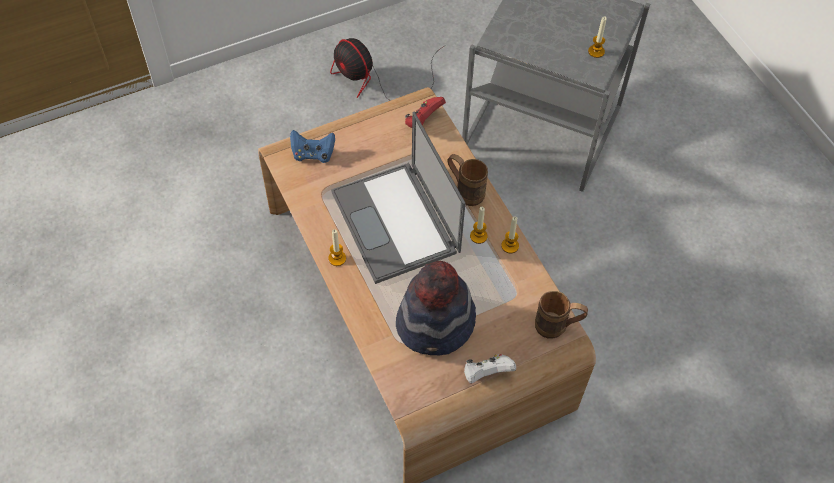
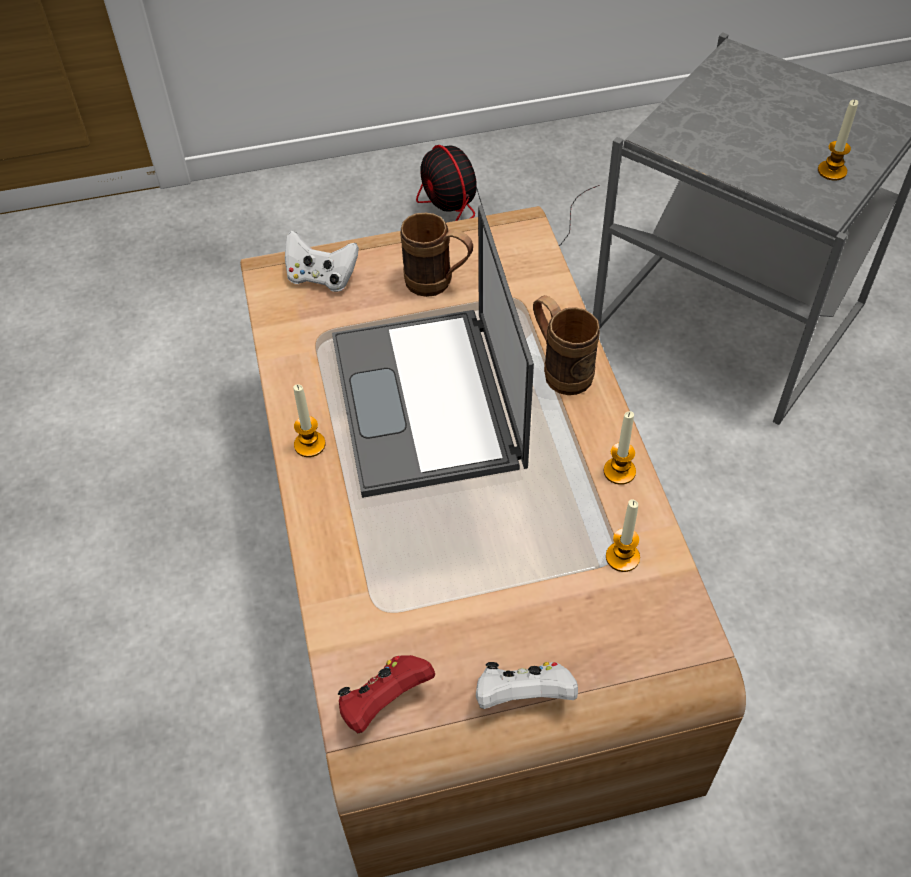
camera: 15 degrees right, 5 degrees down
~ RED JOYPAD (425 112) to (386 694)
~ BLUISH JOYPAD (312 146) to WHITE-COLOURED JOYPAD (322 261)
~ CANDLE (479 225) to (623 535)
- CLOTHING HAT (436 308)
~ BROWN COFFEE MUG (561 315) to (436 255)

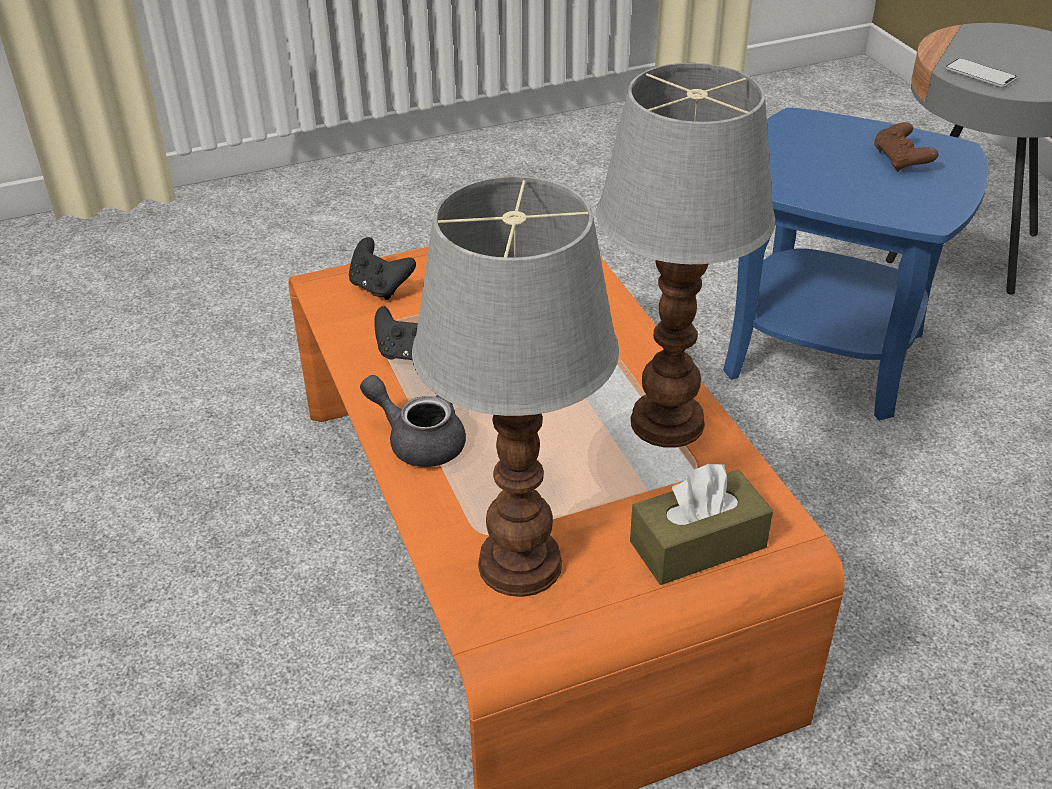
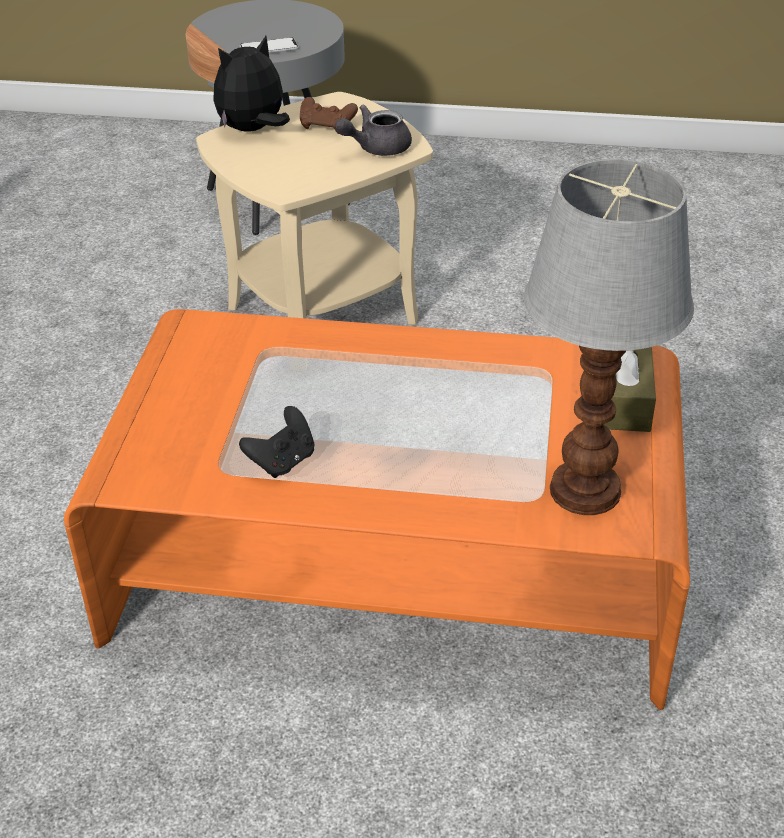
camera: 60 degrees left, 0 degrees up
- LAMP FOR A TABLE (686 255)
~ BLUISH ACCENT TABLE (856 264) to SAND-COLOURED ACCENT TABLE (314 208)
- BLACK-COLOURED JOYPAD (382 268)
~ GRAY TEA POT (413 421) to (373 130)
+ SOFT TOY (251 84)

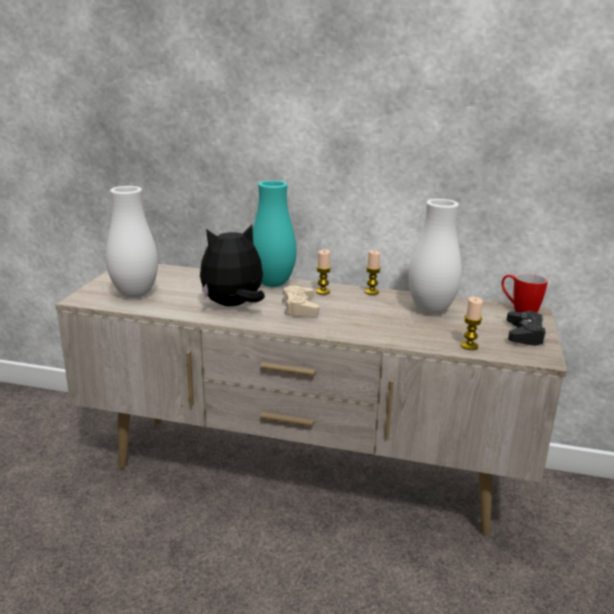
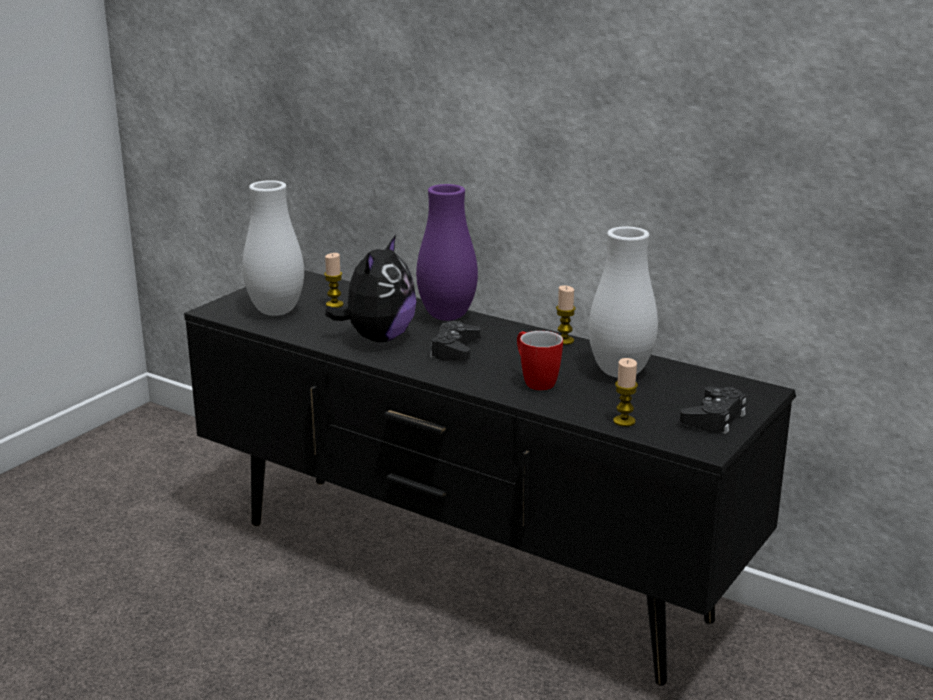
camera: 20 degrees right, 0 degrees up
~ TURQUOISE-COLOURED FLOWER VASE (275 233) to PURPLE-COLOURED FLOWER VASE (447 252)
~ SOFT TOY (232 265) = (371 288) 120 degrees clockwise
~ CANDLE (323 272) to (334 280)
~ SAND-COLOURED MEDIA CONSOLE (311 400) to BLACK-COLOURED MEDIA CONSOLE (490 478)
~ COFFEE MUG (525 292) to (540 360)
~ SAND-COLOURED JOYPAD (300 301) to BLACK-COLOURED JOYPAD (455 341)

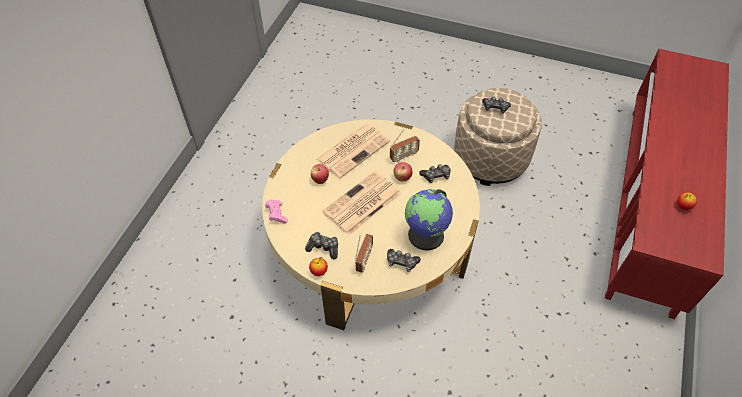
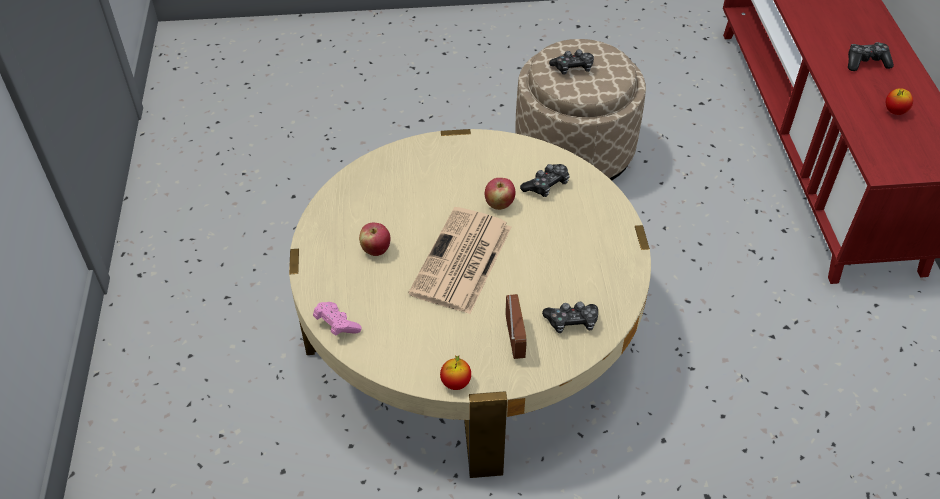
camera: 25 degrees left, 5 degrees down
- PRINTED PAPER (353 151)
- RADIO (405 145)
- DESK GLOBE (429 219)
~ JOYPAD (321 245) to (871 56)

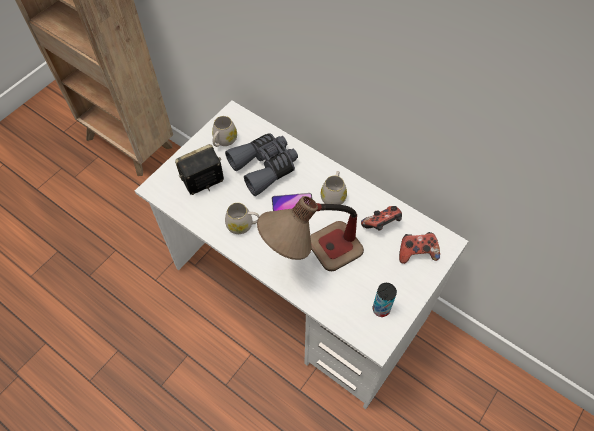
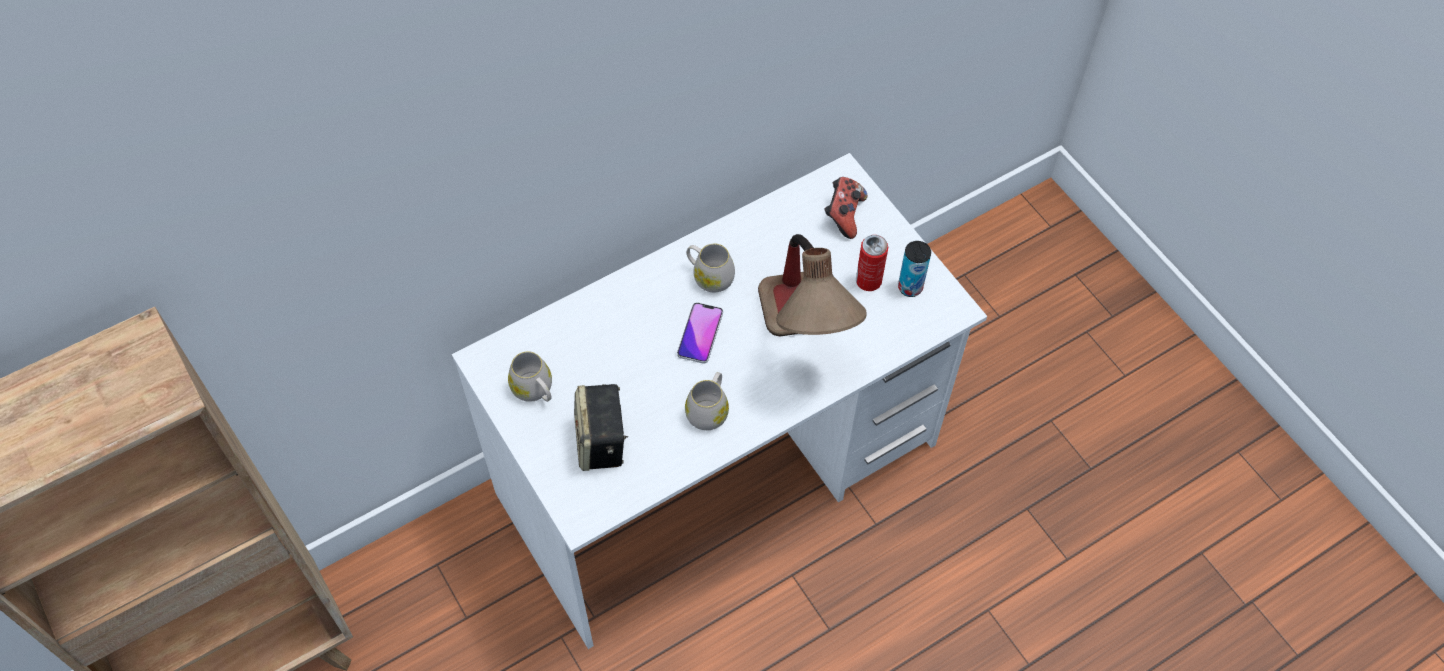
camera: 70 degrees left, 0 degrees up
- GRAY BINOCULARS (261 165)
- JOYPAD (381 218)
+ SEALED CAN (872 263)

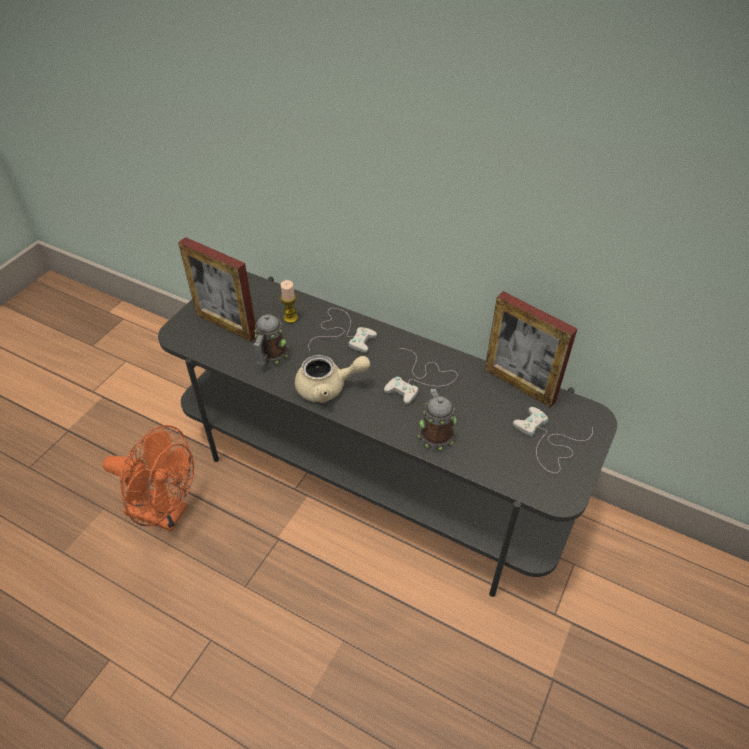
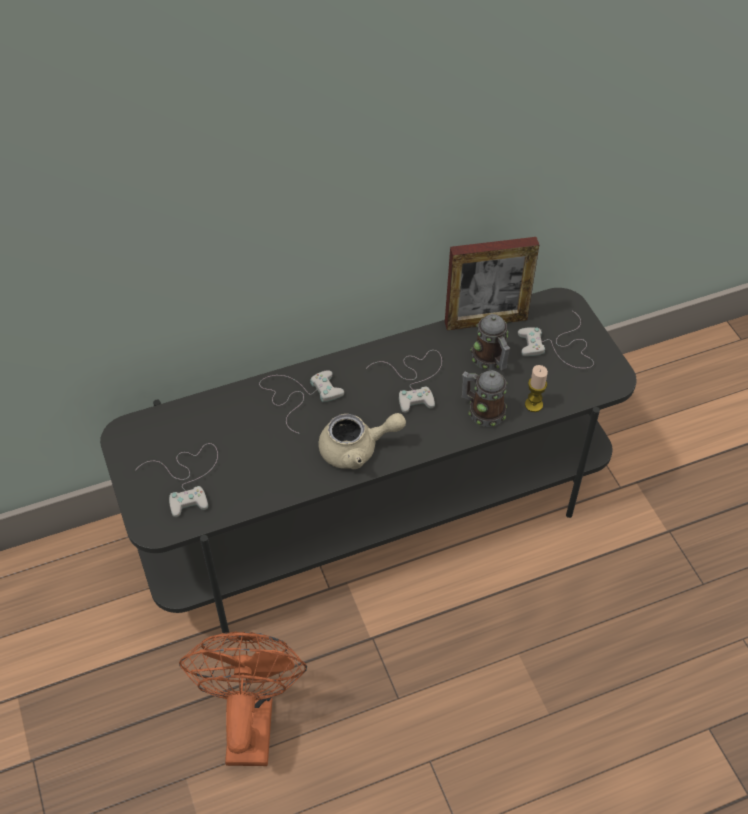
camera: 50 degrees left, 5 degrees up
~ STANDING FRAME (217 289) to WHITE-COLOURED JOYPAD (177 480)
~ CANDLE (289 301) to (536 388)
~ COFFEE MUG (271 340) to (490 342)
~ SAND-COLOURED TEA POT (332 379) = (362 441) 45 degrees clockwise
~ ORANGE COOLING FAN (148 478) = (243 699) 60 degrees counterclockwise

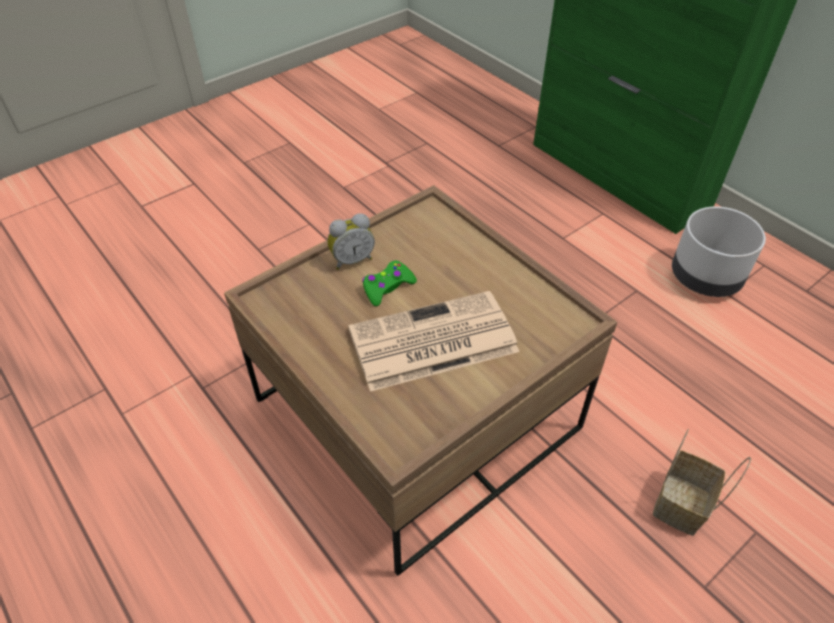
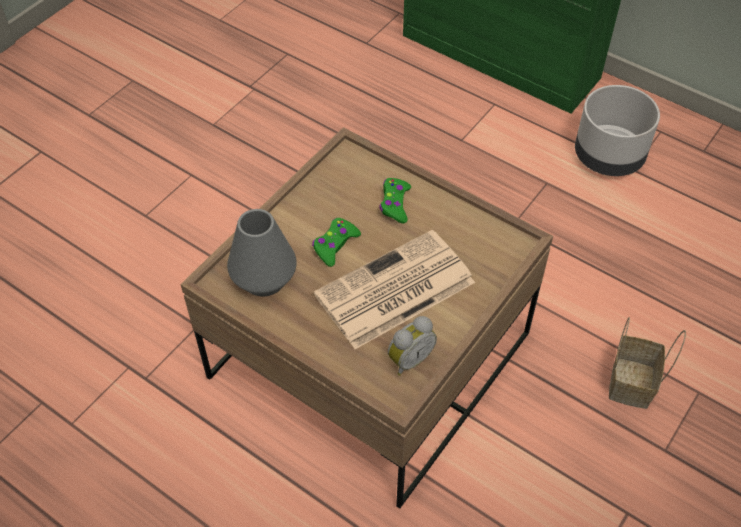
camera: 15 degrees left, 5 degrees up
~ BEDSIDE CLOCK (351 241) to (412 346)
+ GREEN JOYPAD (395 200)
+ GRAY FLOWER VASE (262 253)

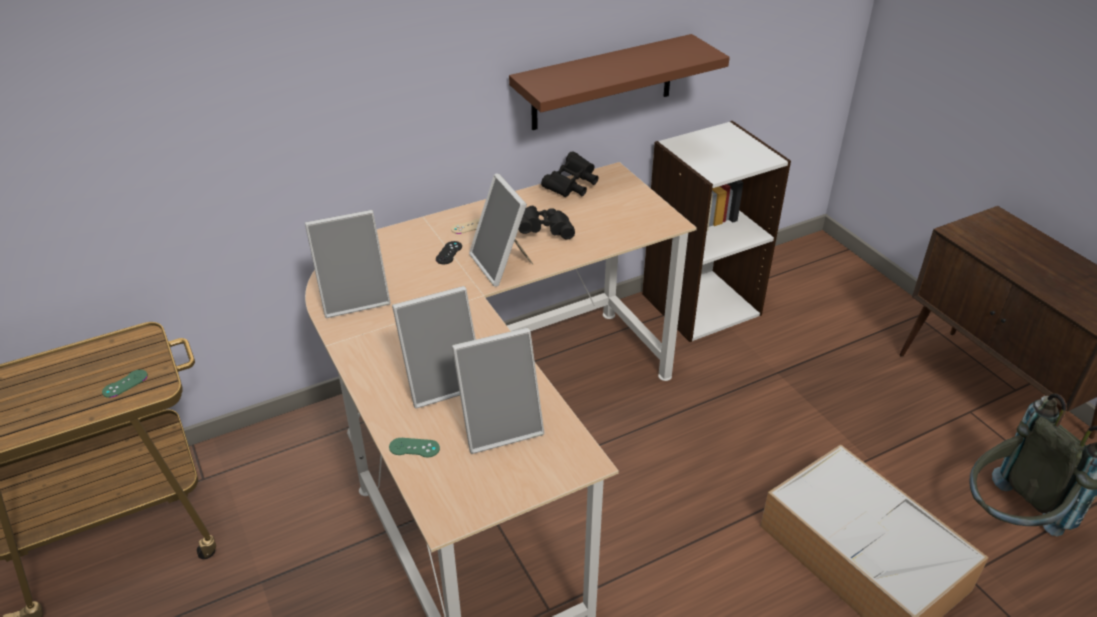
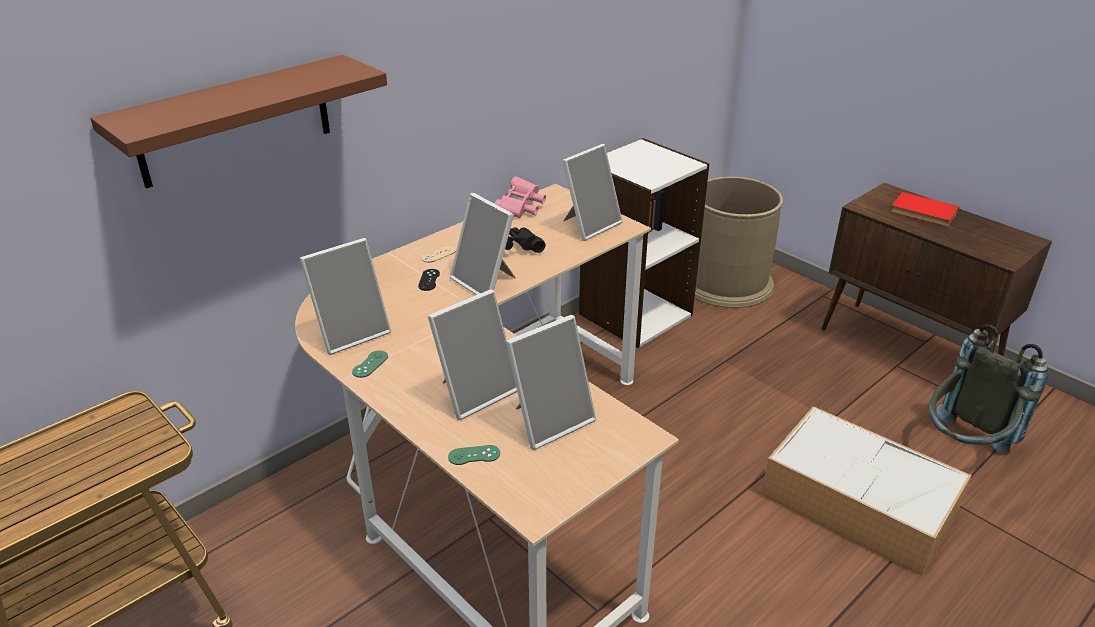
camera: 15 degrees left, 5 degrees down
~ BROWN BRACKET SHELF (619 82) to (238 121)
~ BLACK-COLOURED BINOCULARS (570 174) to PINKISH BINOCULARS (520 197)
~ GREEN JOYPAD (125 384) to (370 364)
+ STANDING FRAME (592 192)
+ BROWN TRASH CAN (739 242)
+ RED BOOK (925 209)

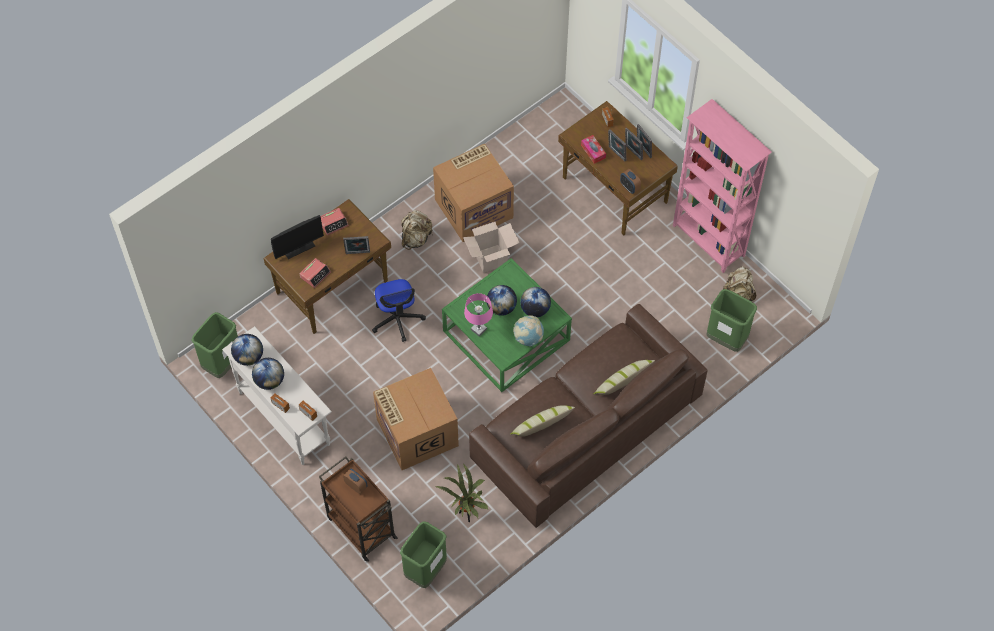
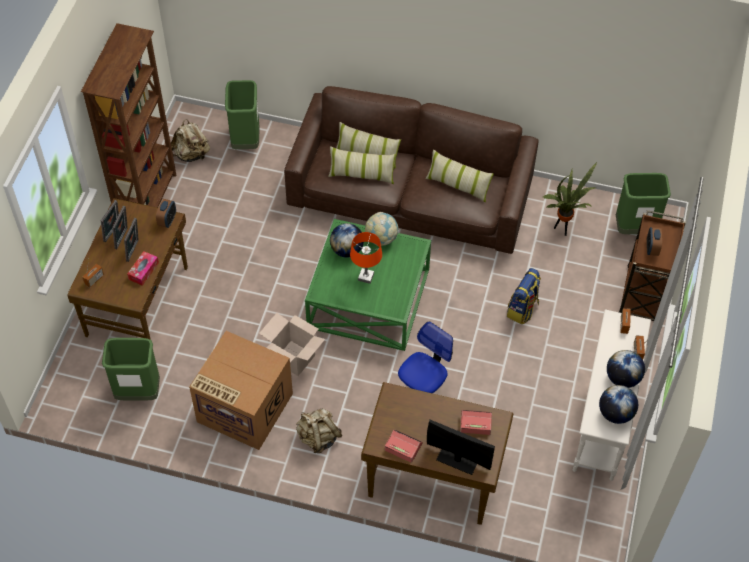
camera: 125 degrees left, 5 degrees down
~ PINKISH BOOKSHELF (722 186) to BROWN BOOKSHELF (128 115)
- STANDING FRAME (356 245)
~ DESK GLOBE (502 300) to ORANGE LAMP FOR A TABLE (366 258)
- PINKISH LAMP FOR A TABLE (478 315)
~ GREEN TRASH CAN (214 345) to (131 369)
~ CARDBOARD BOX (416 419) to RUCKSACK (524 296)
+ THROW PILLOW (362 165)

